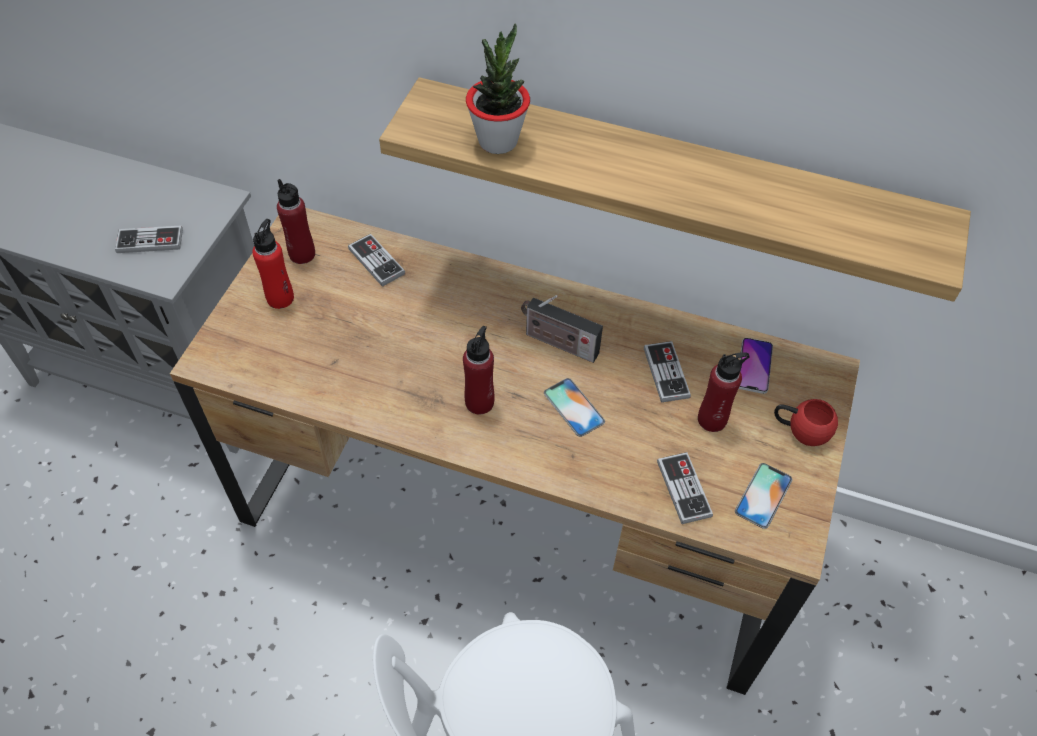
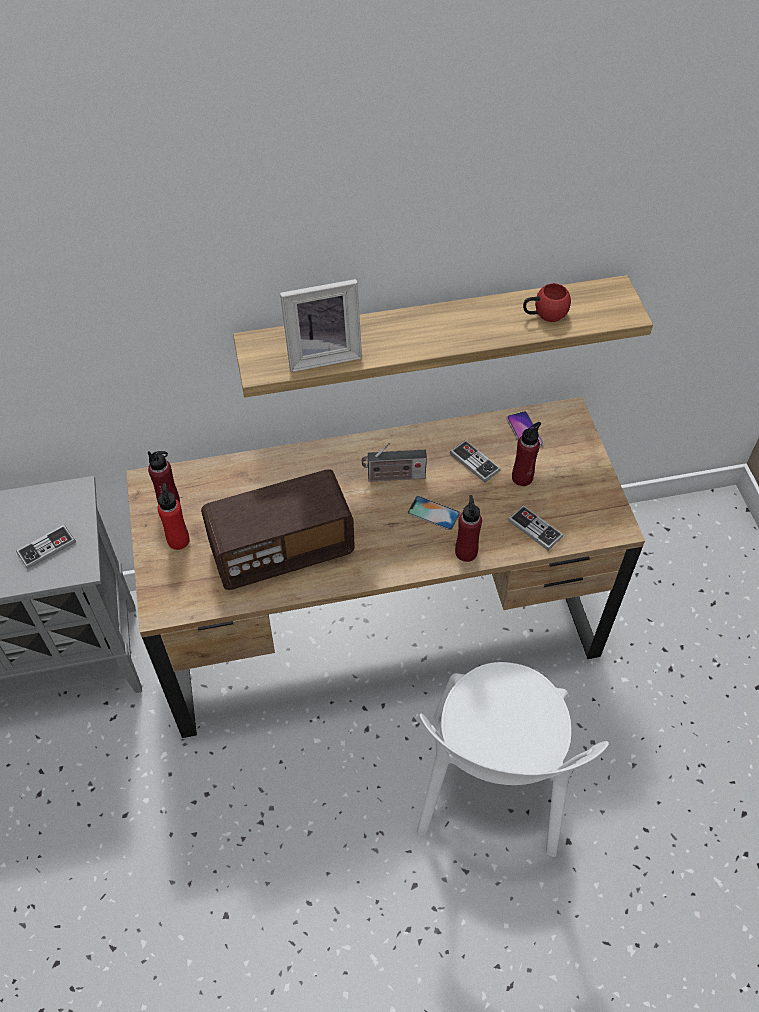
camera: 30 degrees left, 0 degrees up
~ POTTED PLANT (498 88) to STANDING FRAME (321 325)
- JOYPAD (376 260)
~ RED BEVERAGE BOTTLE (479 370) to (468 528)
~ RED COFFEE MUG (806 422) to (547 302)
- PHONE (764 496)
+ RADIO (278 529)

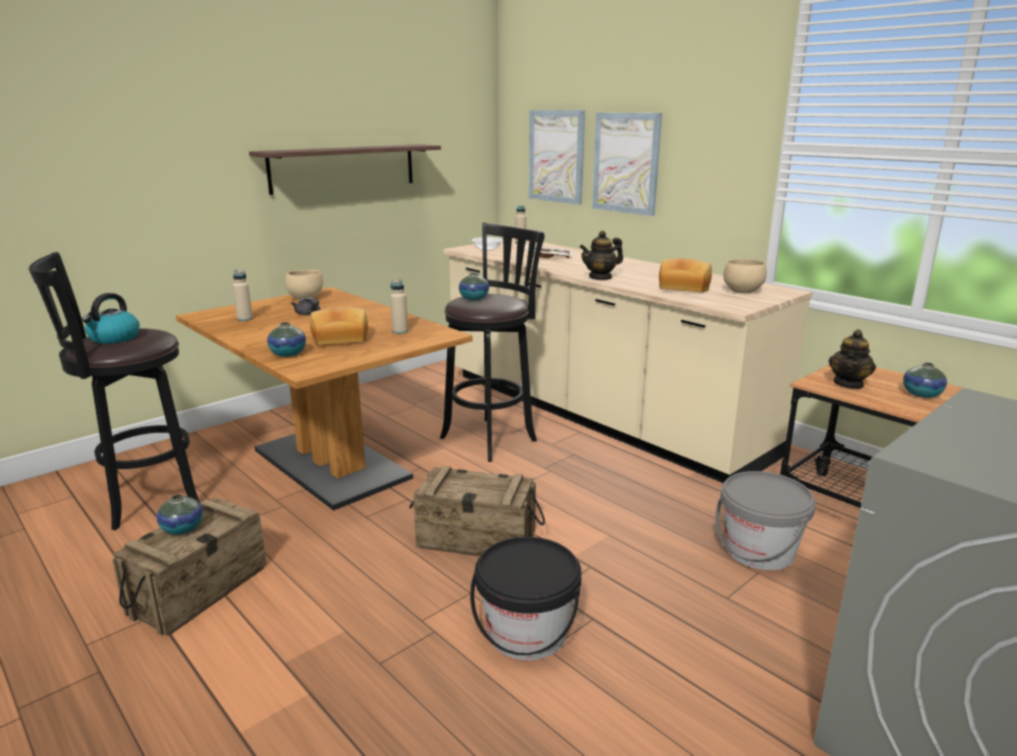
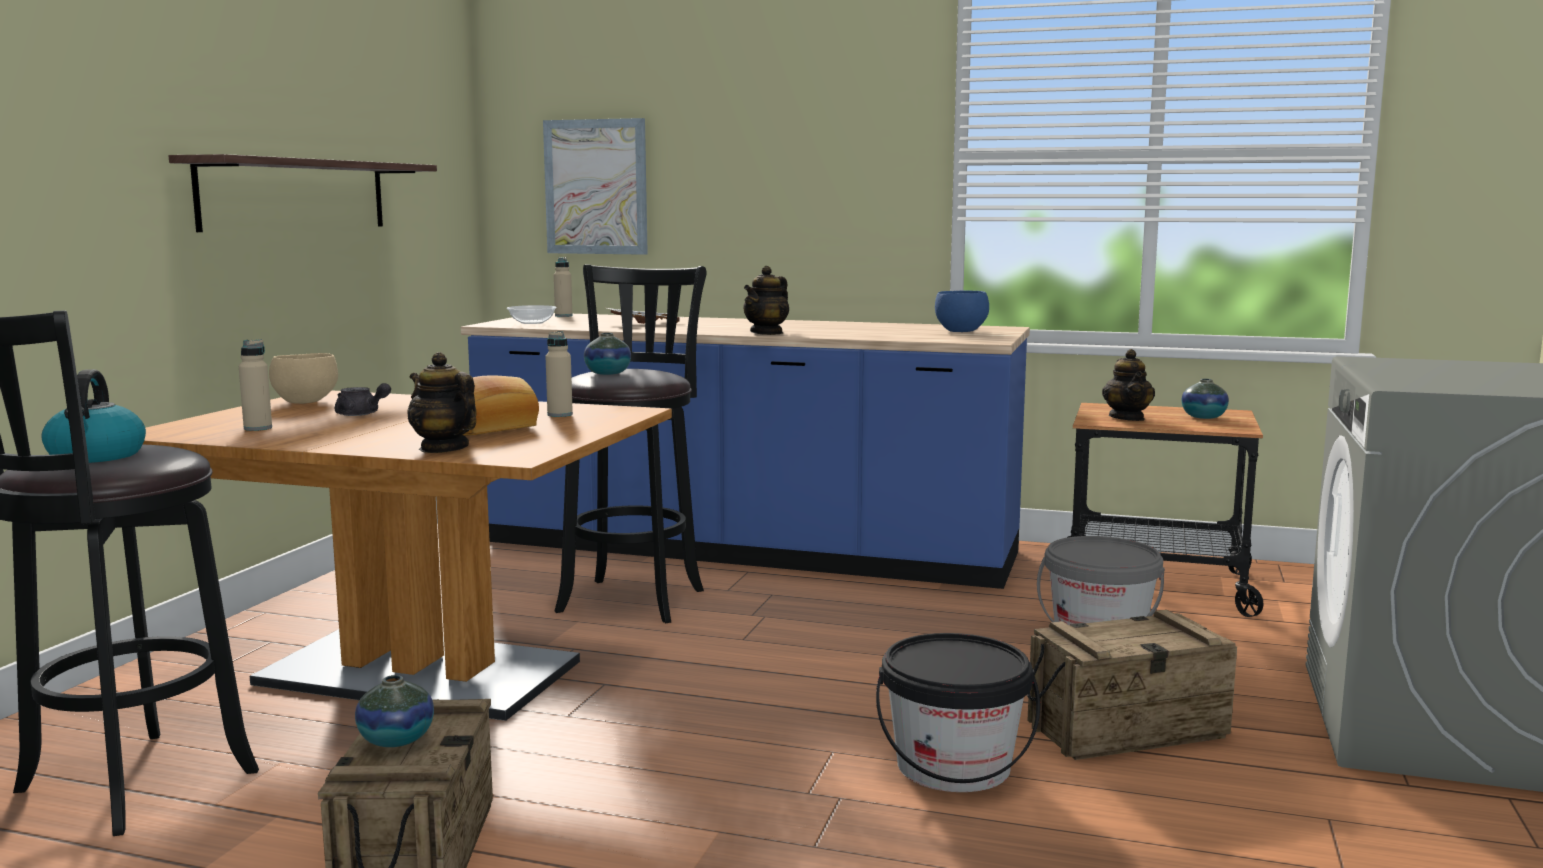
camera: 30 degrees left, 10 degrees down
- WALL ART (627 164)
~ SAND-COLOURED COUNTER (628 360) to BLUISH COUNTER (745 451)
- BAKERY BREAD (685 275)
~ SAND-COLOURED SERVING BOWL (745 276) to BLUISH SERVING BOWL (962 311)
~ FLOWER VASE (286 339) to TEA POT (442 402)
~ CRATE (477 511) to (1132 685)

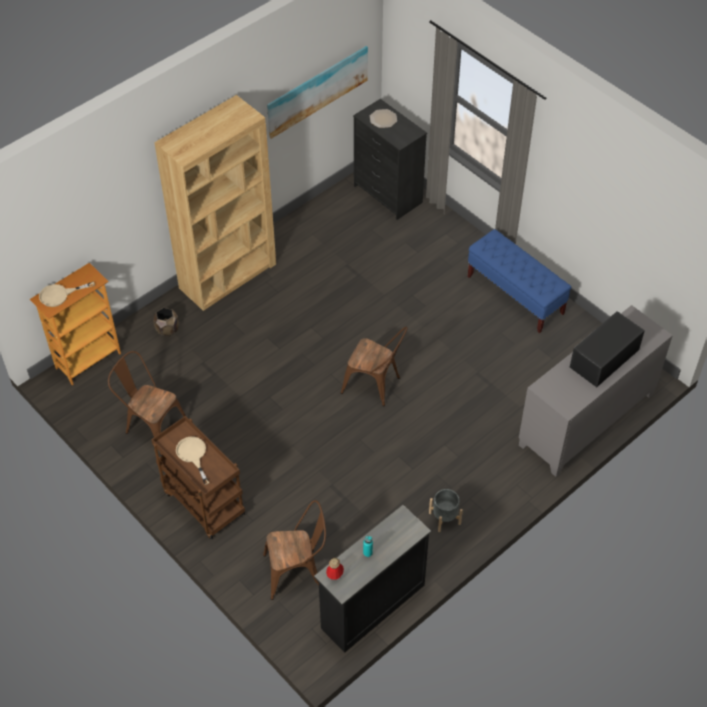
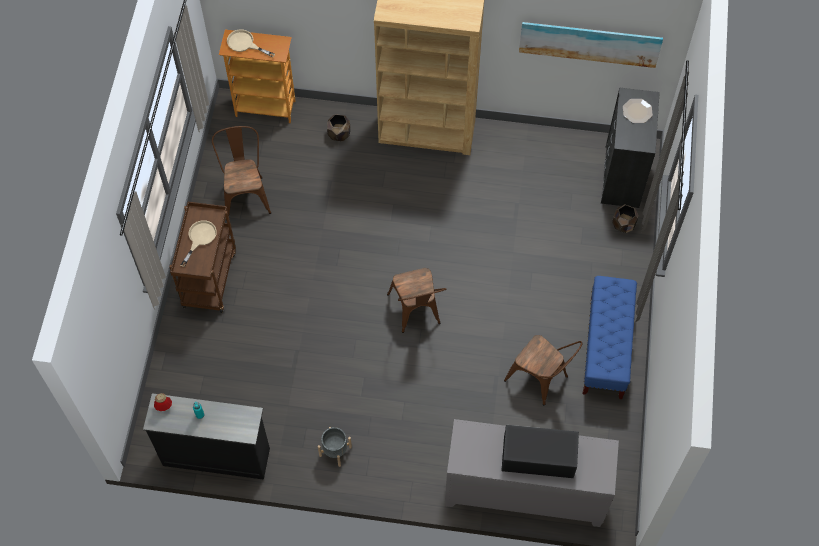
camera: 50 degrees right, 10 degrees up
~ BROWN PLAIN CHAIR (294 550) to (543 370)
+ BROWN PLANTER (625 218)

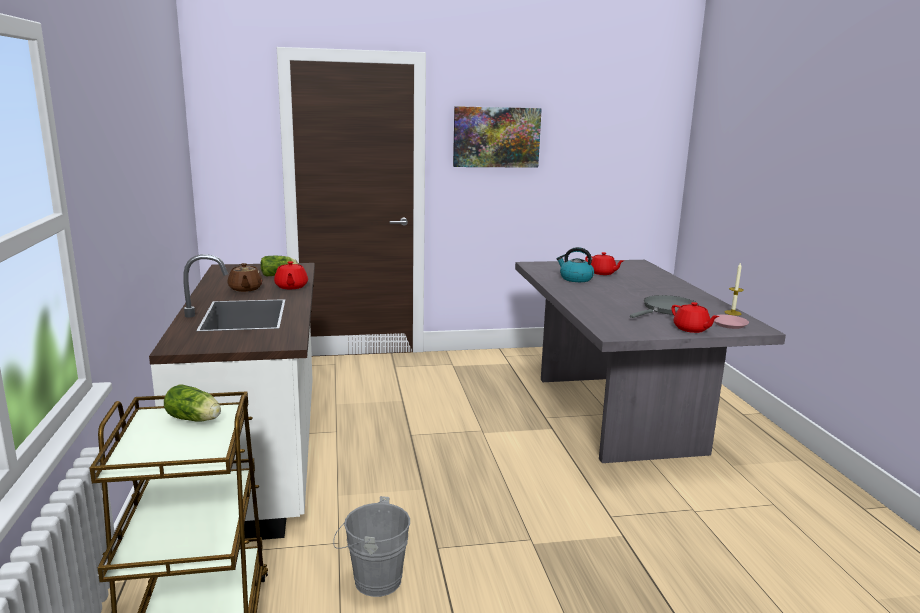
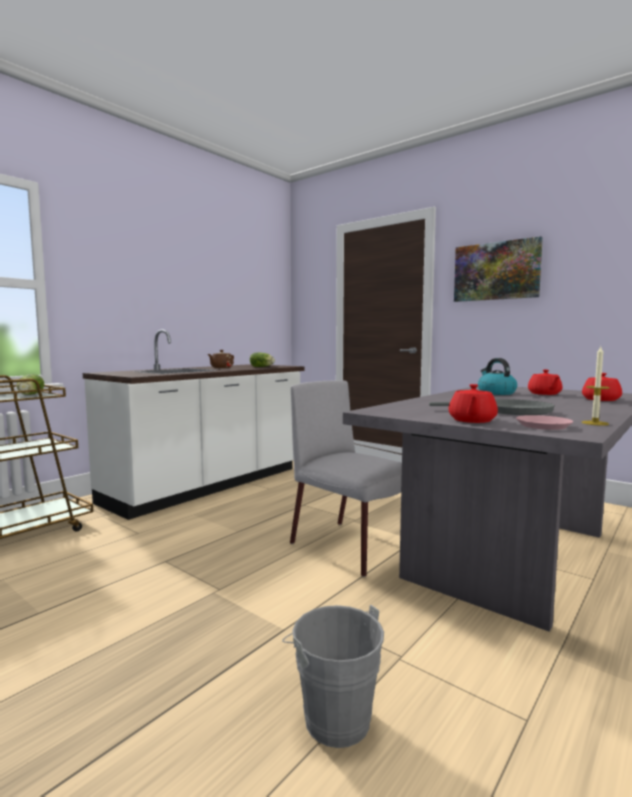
camera: 50 degrees right, 10 degrees down
~ RED TEA POT (291 275) to (602 387)
~ GRAY PAIL (371 546) to (333 676)
+ GRAY PLAIN CHAIR (346 478)

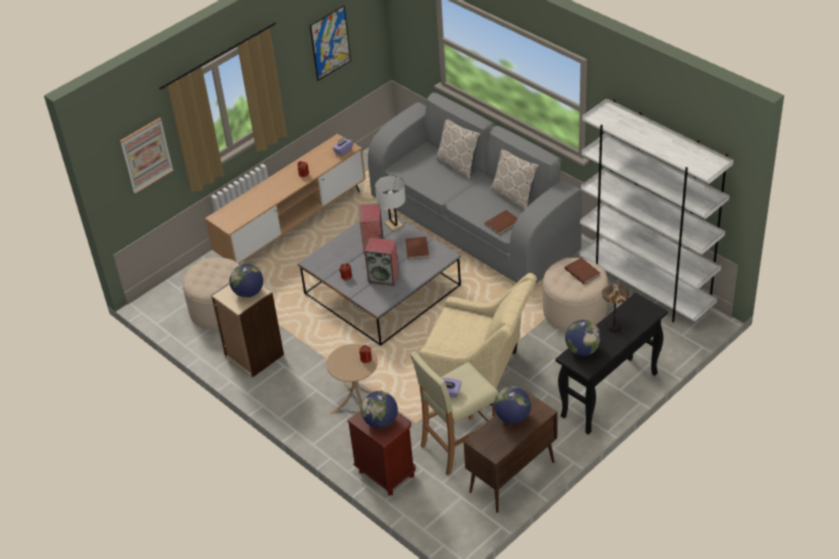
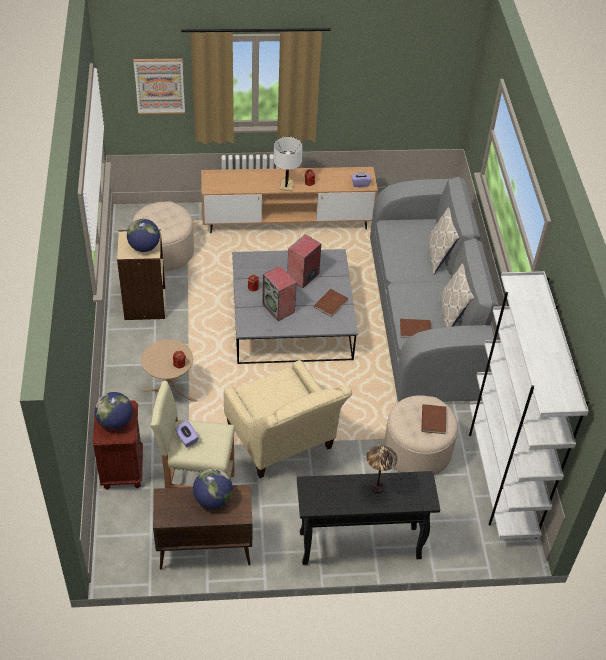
camera: 35 degrees right, 5 degrees up
- WALL ART (330 43)
~ WHITE-COLOURED LAMP FOR A TABLE (390 203) to (288 163)
- DESK GLOBE (583 338)

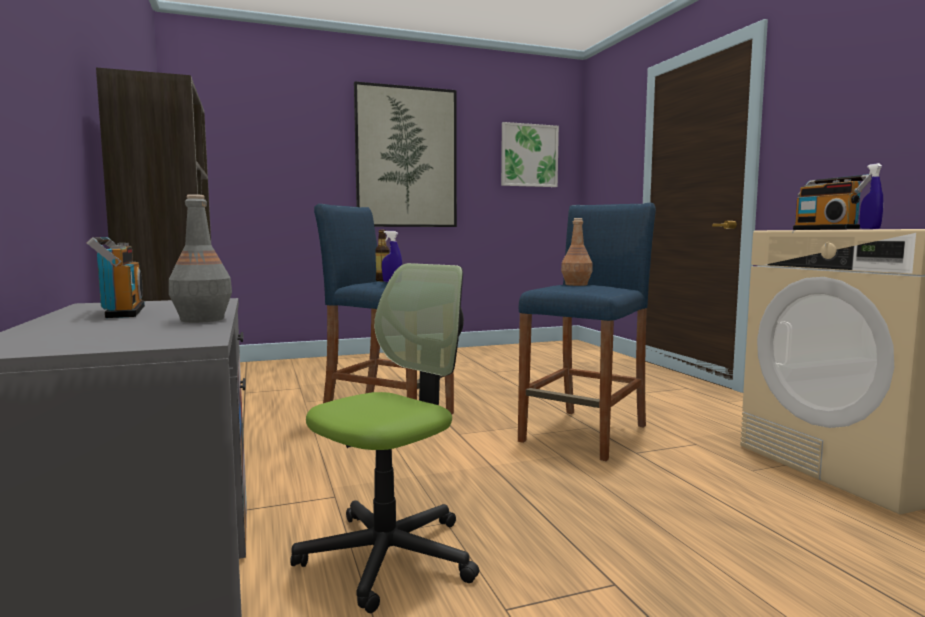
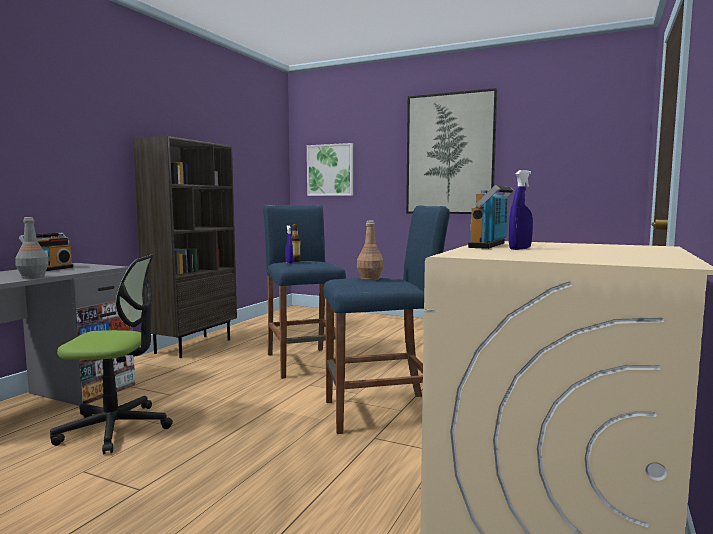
camera: 45 degrees right, 0 degrees up
~ WALL ART (530 154) to (330 169)

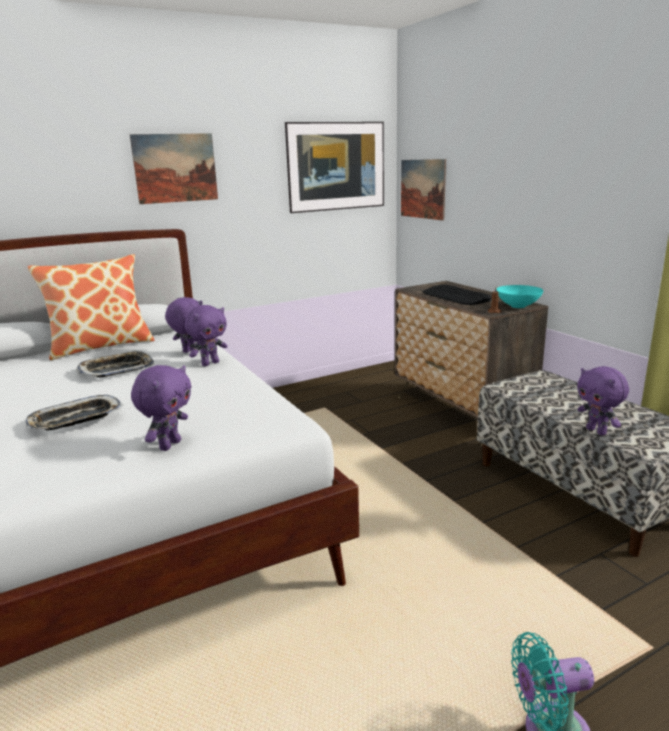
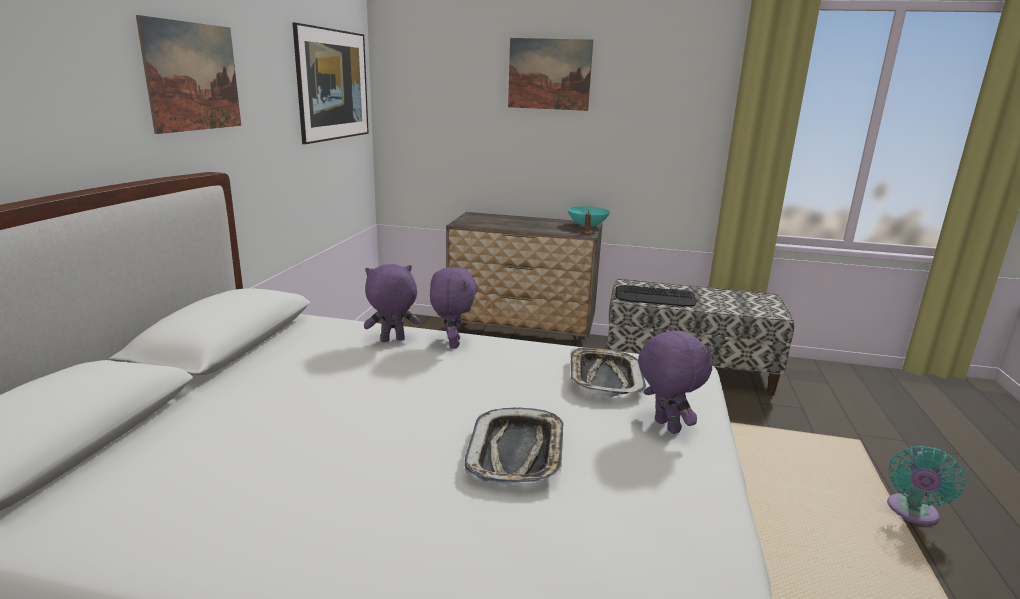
camera: 50 degrees left, 0 degrees up
~ WALL ART (423 190) to (550 74)
- THROW PILLOW (91 307)
~ PC KEYBOARD (457 294) to (656 295)
~ TRAY (115 364) to (608 373)
- PURPLE-COLOURED SOFT TOY (603 401)

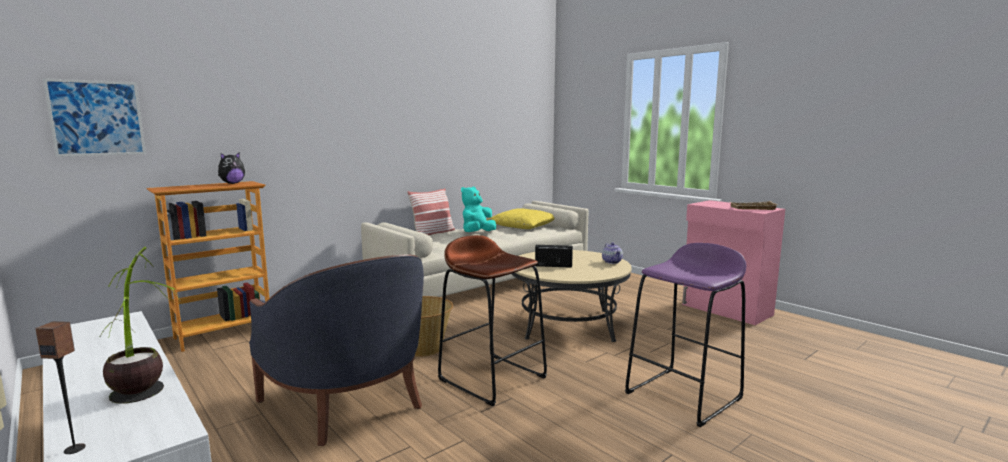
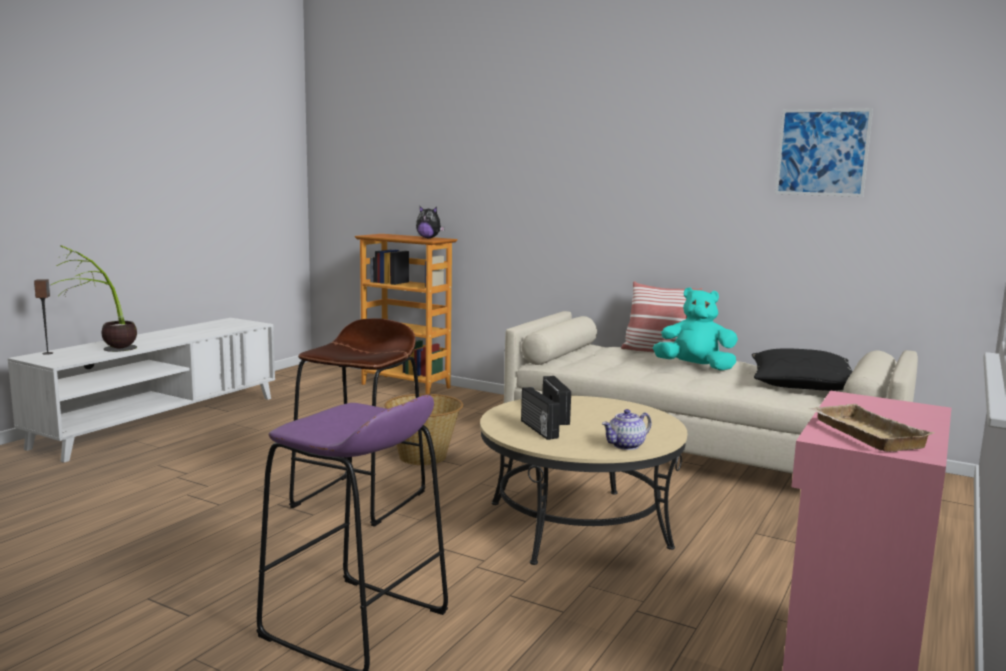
camera: 70 degrees right, 0 degrees up
~ WALL ART (94 117) to (824 152)
~ YELLOWISH THROW PILLOW (520 218) to BLACK-COLOURED THROW PILLOW (802 369)
- BLUISH ARMCHAIR (336 350)
+ RADIO (540 413)

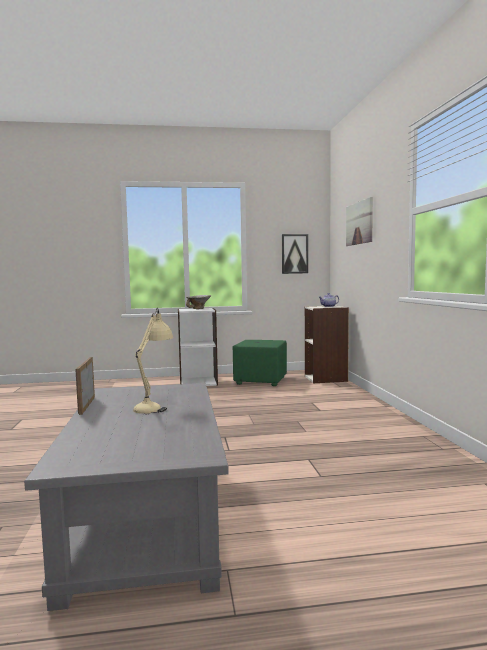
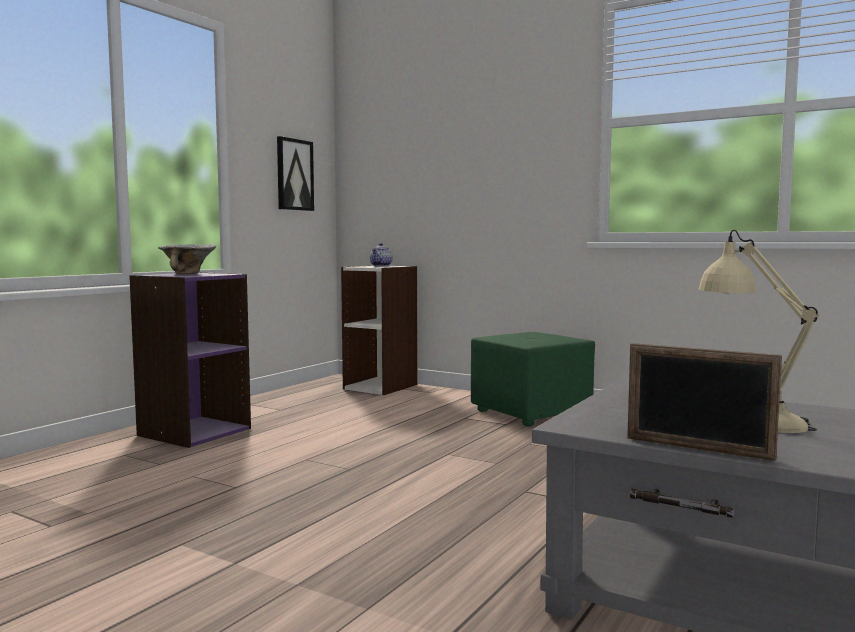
camera: 50 degrees left, 0 degrees up
- WALL ART (359 221)
~ WHITE-COLOURED BOOKSHELF (198 347) to PURPLE-COLOURED BOOKSHELF (190 360)
~ GREEN FOOTREST (260 363) to (533 379)

